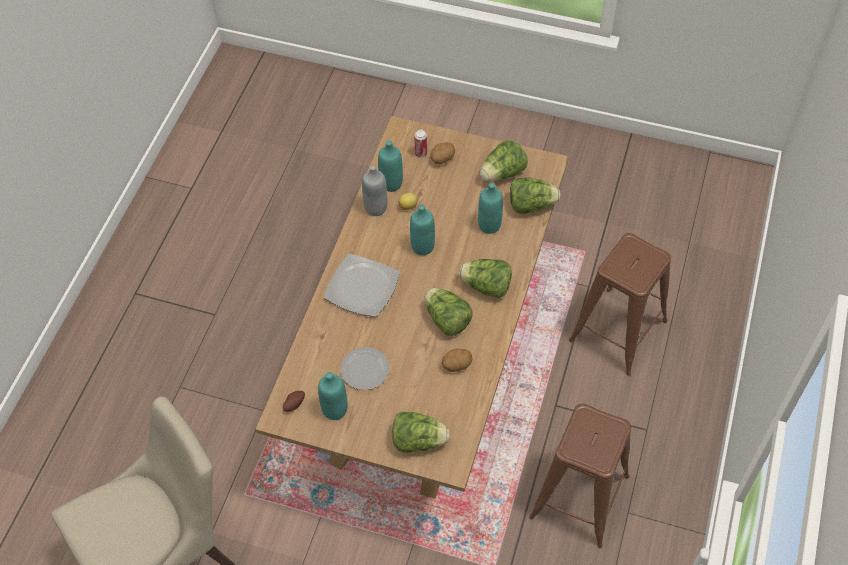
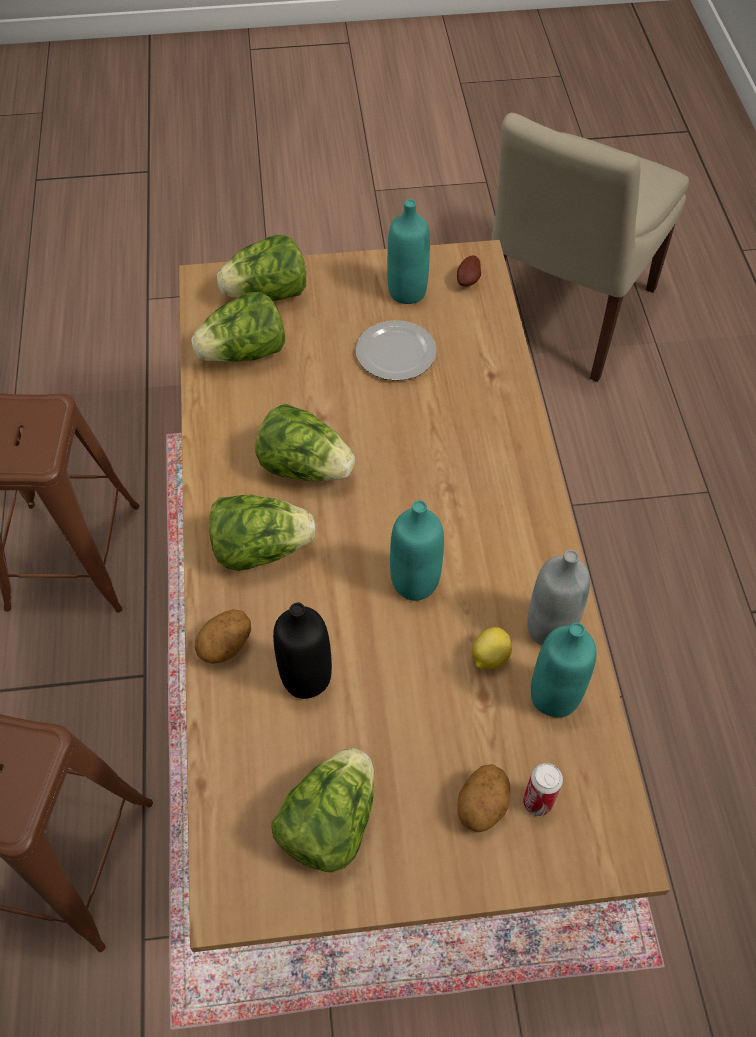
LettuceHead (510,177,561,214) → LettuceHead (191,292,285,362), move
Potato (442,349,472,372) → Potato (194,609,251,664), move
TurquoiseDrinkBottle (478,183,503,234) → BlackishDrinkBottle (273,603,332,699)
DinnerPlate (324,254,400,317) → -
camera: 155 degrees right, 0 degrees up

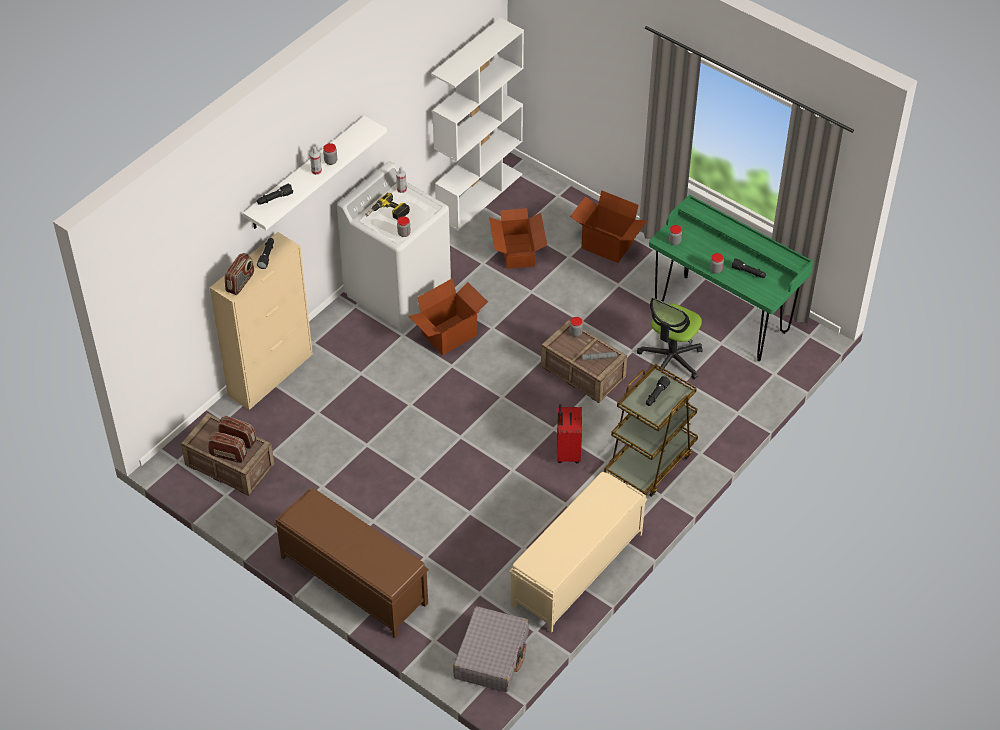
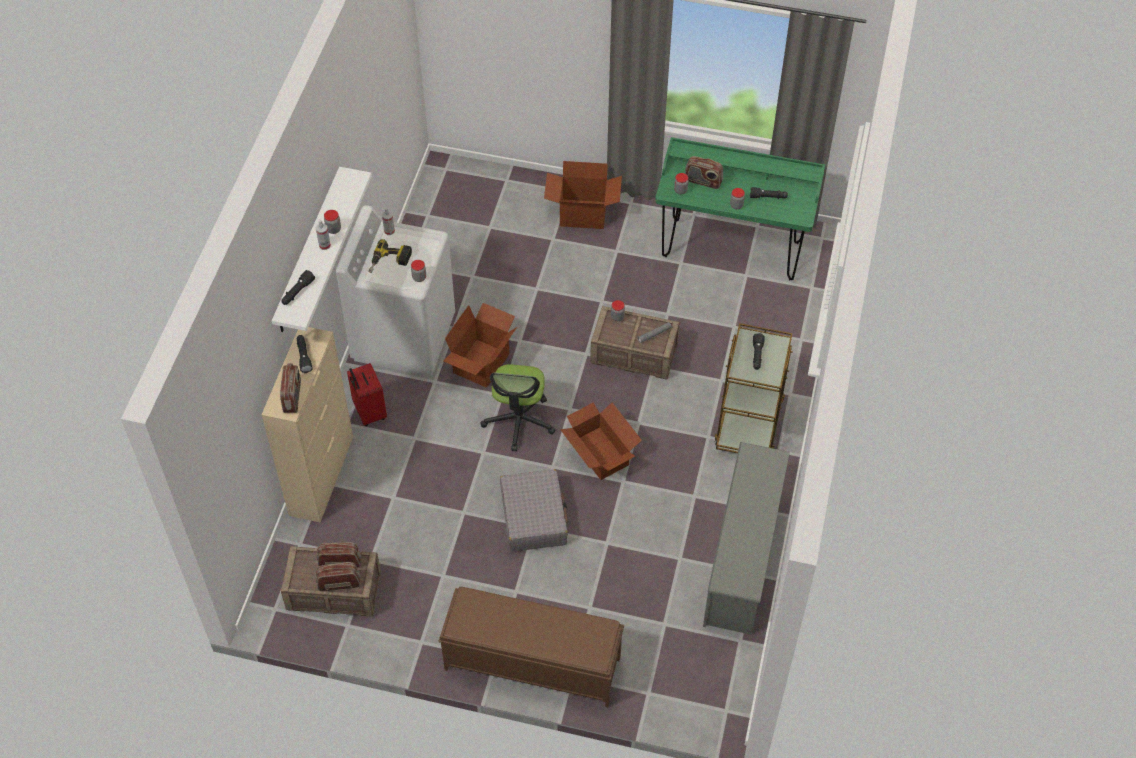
ReddishTravelCase (557,404,582,463) → ReddishTravelCase (347,363,387,426), move
ComputerChair (637,298,703,379) → ComputerChair (480,364,555,451), move
GreyTravelCase (453,606,529,692) → GreyTravelCase (500,469,568,552), move
CardboardBox (489,208,547,269) → CardboardBox (560,402,642,480), move
- → Radio (685,156,723,189)
BeigeLongSeat (509,472,647,633) → GreyShoeStand (703,442,790,635)
WhitishBookcase (431,18,524,231) → -
camera: 25 degrees left, 5 degrees up

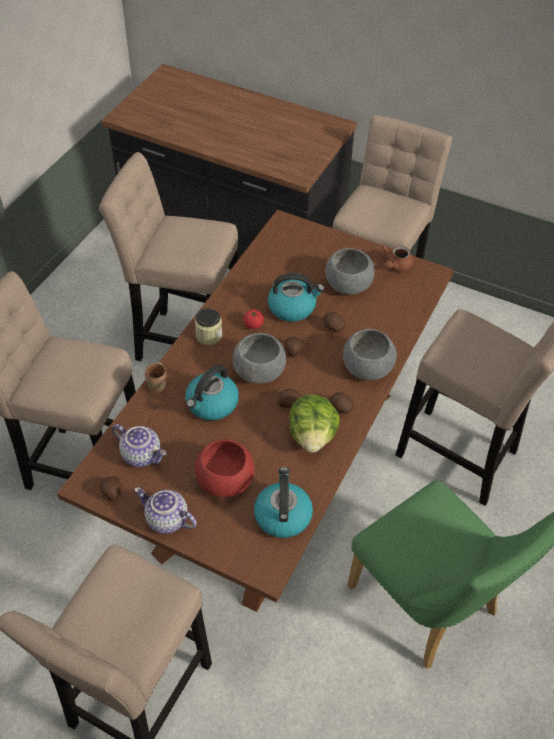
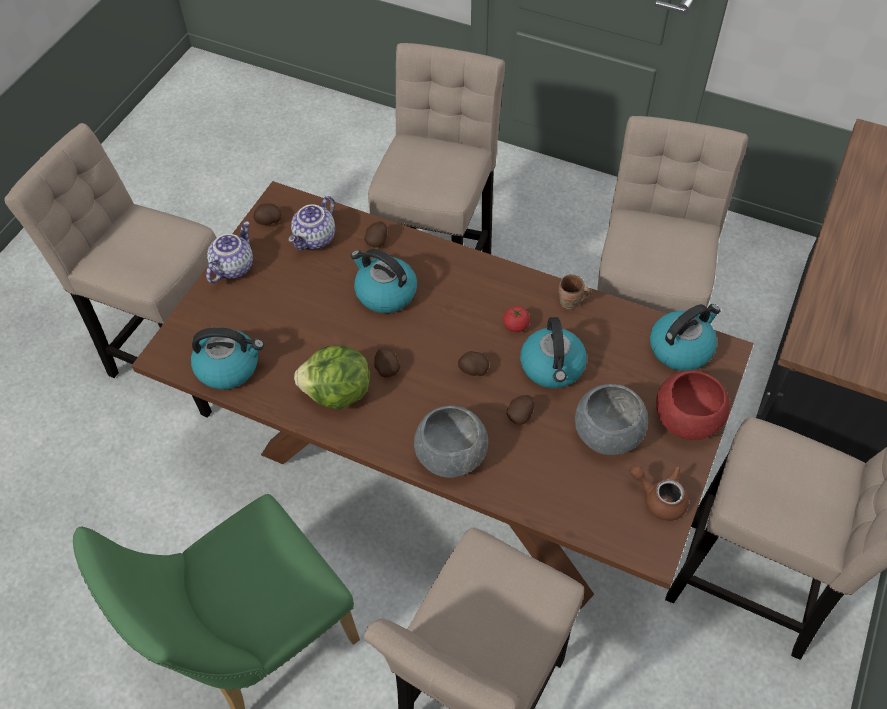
Potato (329,392,354,414) → Potato (364,221,387,248), move
BrownishMug (145,362,167,392) → BrownishMug (559,274,591,309), move
- → TeaKettle (650,304,721,371)
ReddishServingBowl (195,439,255,497) → ReddishServingBowl (656,370,730,440), move
PreserveJar (195,308,222,345) → -
GreyServingBowl (232,333,286,384) → -
camera: 90 degrees right, 5 degrees up

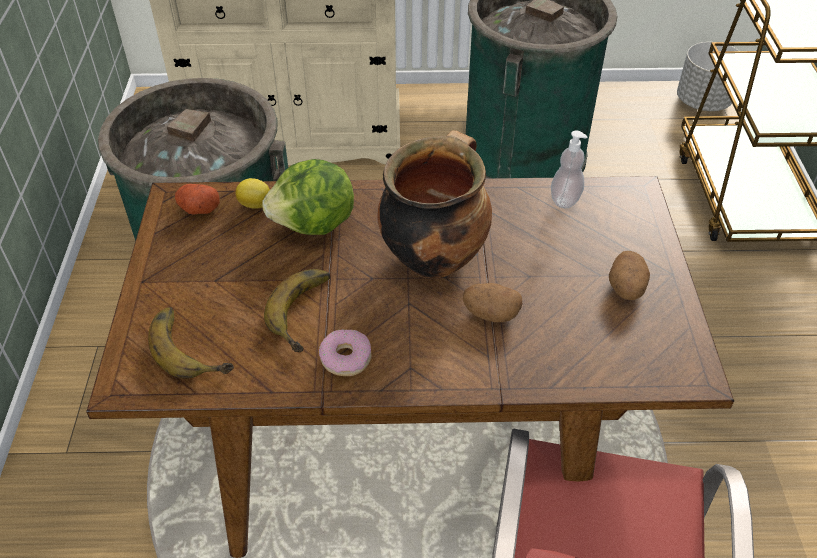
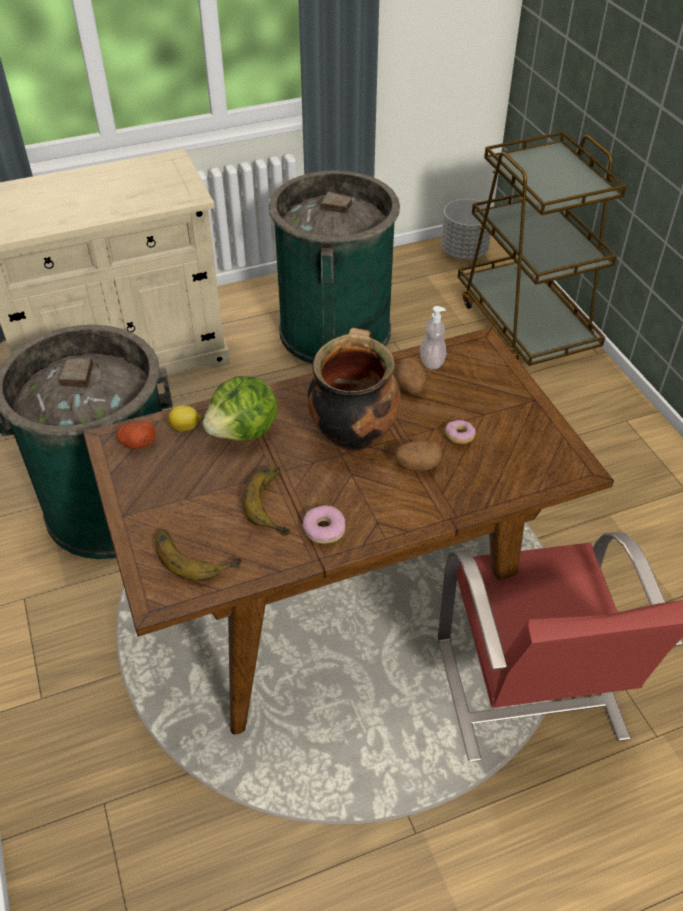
Potato (609,251,650,300) → Potato (396,358,426,394), move
- → RingDoughnut (445,420,476,444)
camera: 20 degrees left, 0 degrees up

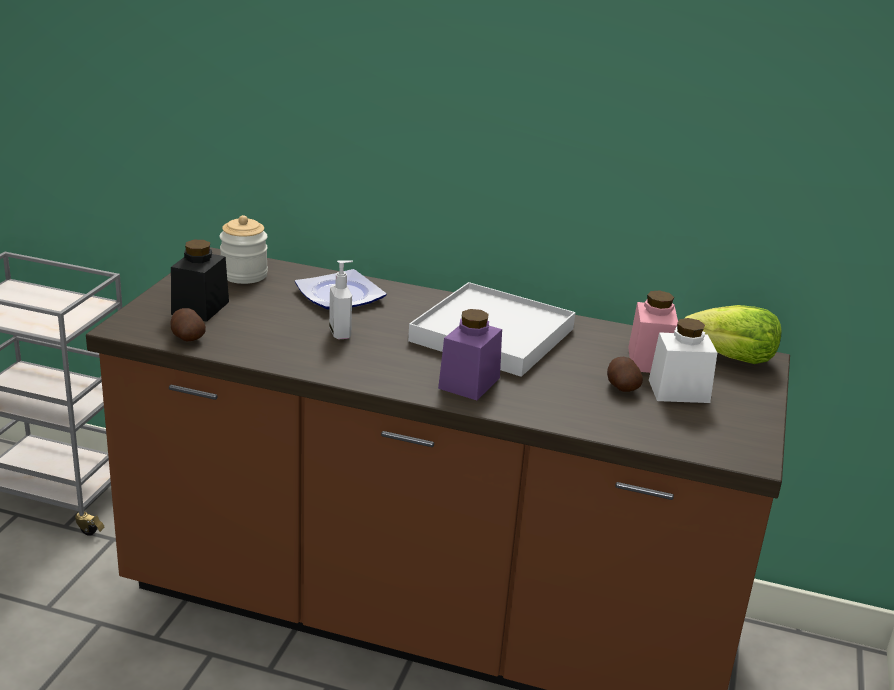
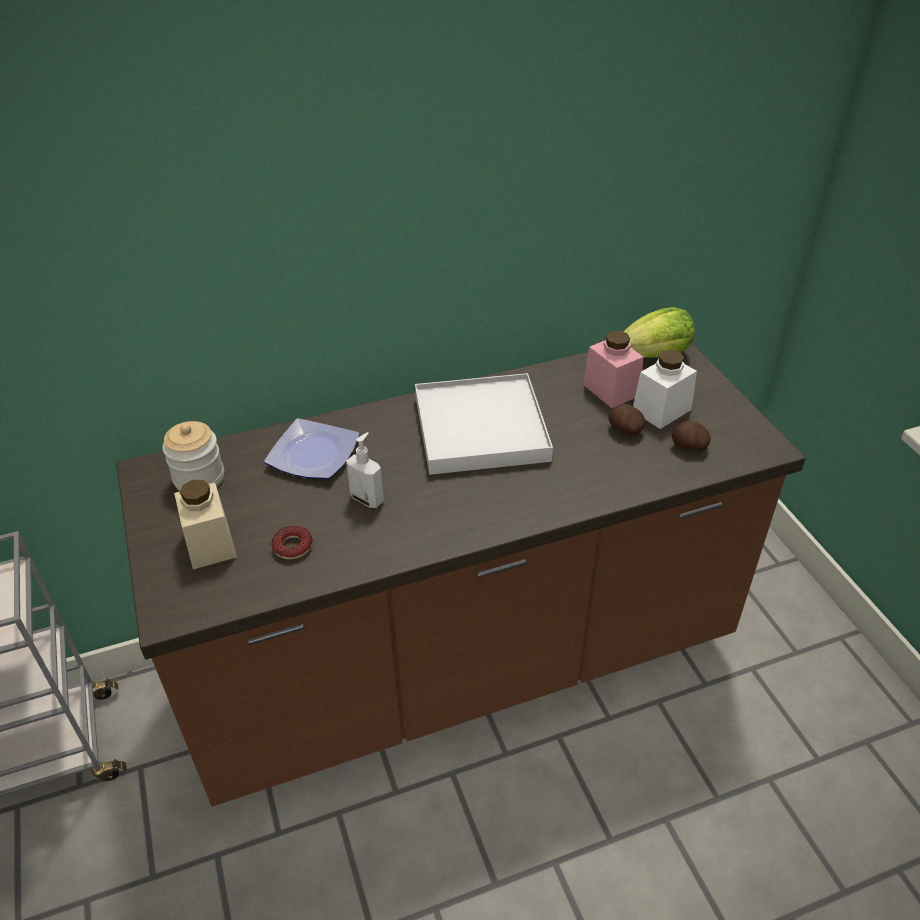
BlackishPreserveJar (171,240,229,322) → BeigePreserveJar (174,480,237,569)
- → RingDoughnut (271,525,312,559)
Potato (170,308,206,342) → Potato (672,420,711,451), move
PurplishPreserveJar (438,309,502,400) → -
camera: 35 degrees left, 15 degrees up

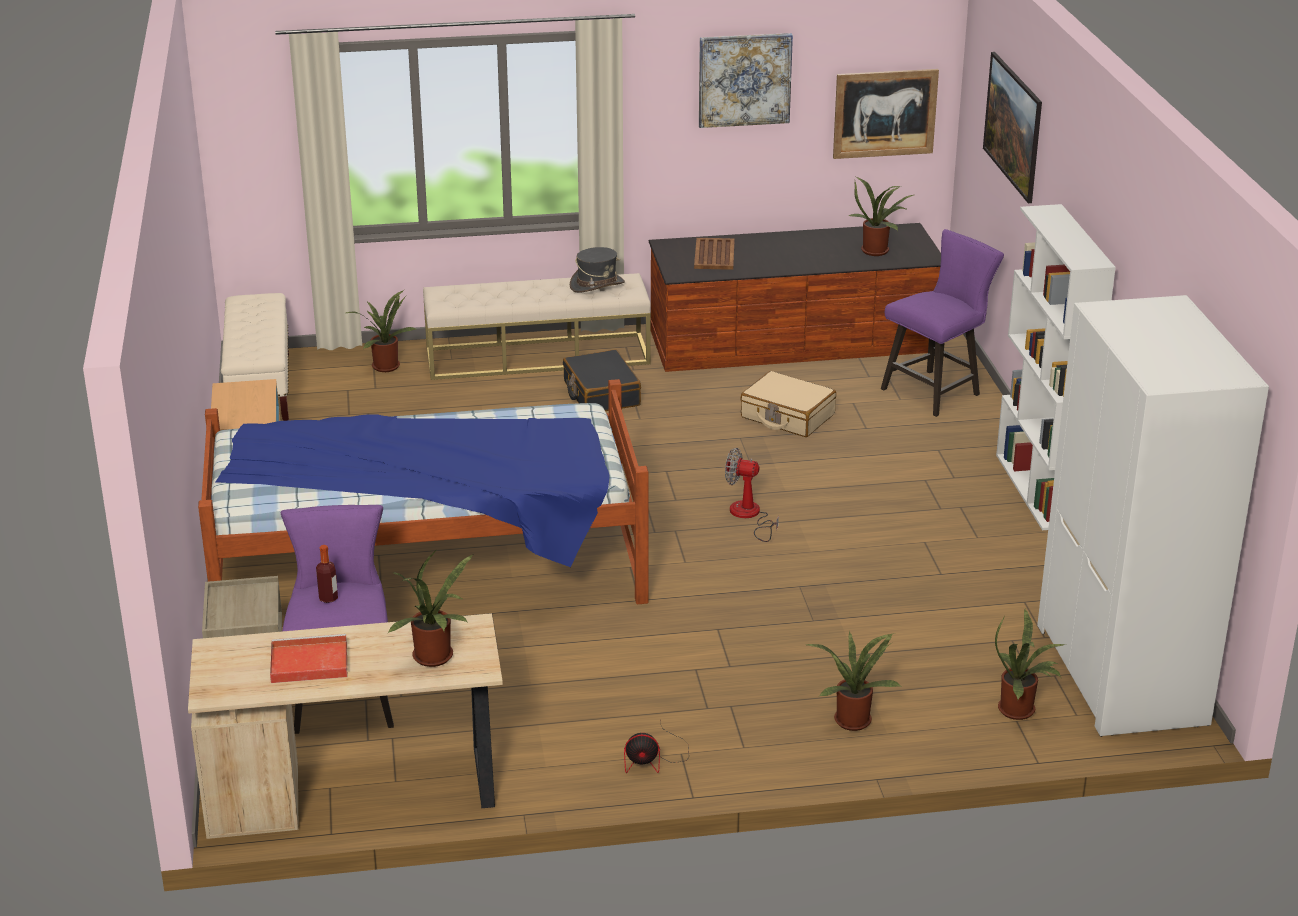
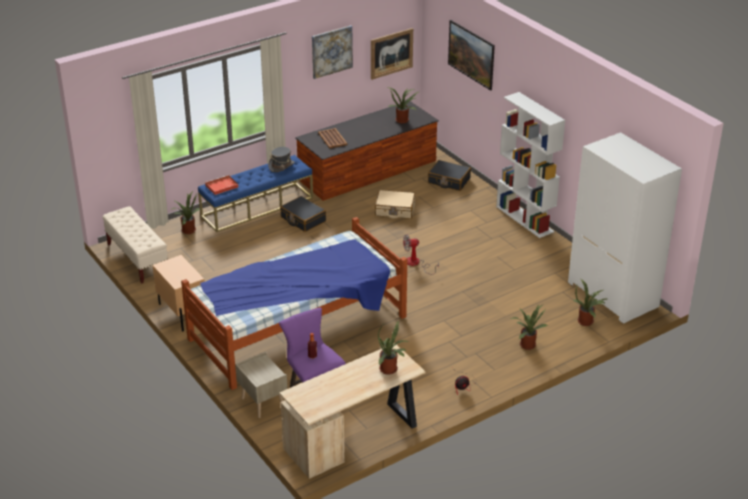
BeigeLongSeat (423,273,651,380) → BlueLongSeat (198,155,313,232)
ReddishTray (270,634,347,683) → ReddishTray (205,175,239,195), move
PurplishStoolSeat (881,229,1004,417) → BlackishTravelCase (428,160,471,191)
camera: 25 degrees left, 5 degrees up

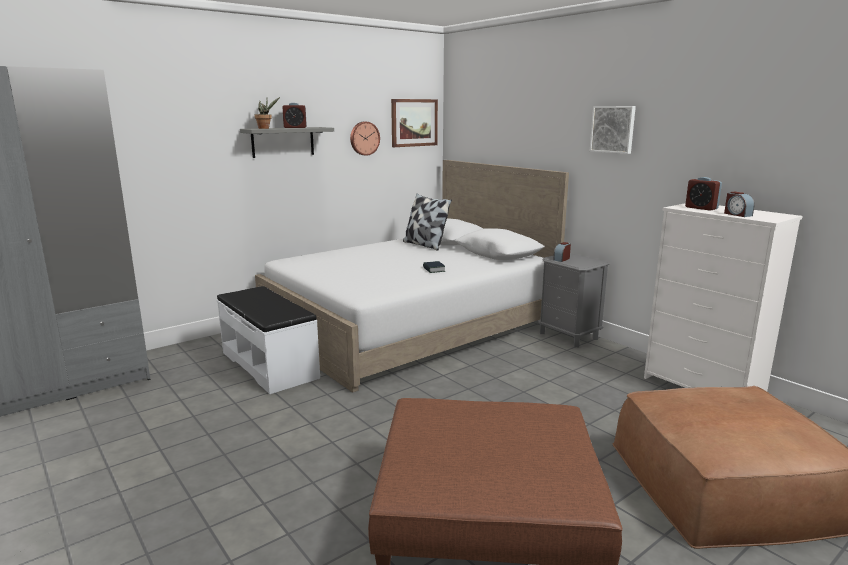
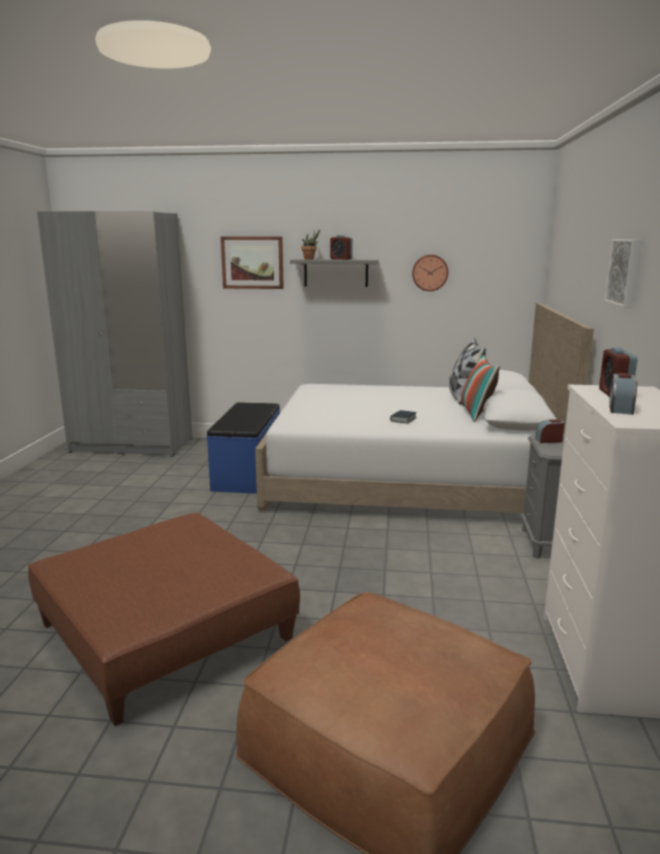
WhitishLongSeat (217,286,320,394) → BlueLongSeat (206,402,280,494)
WallPicture (391,99,438,147) → WallPicture (221,237,284,289), move
- → Pillow (461,355,500,422)
camera: 45 degrees right, 0 degrees up

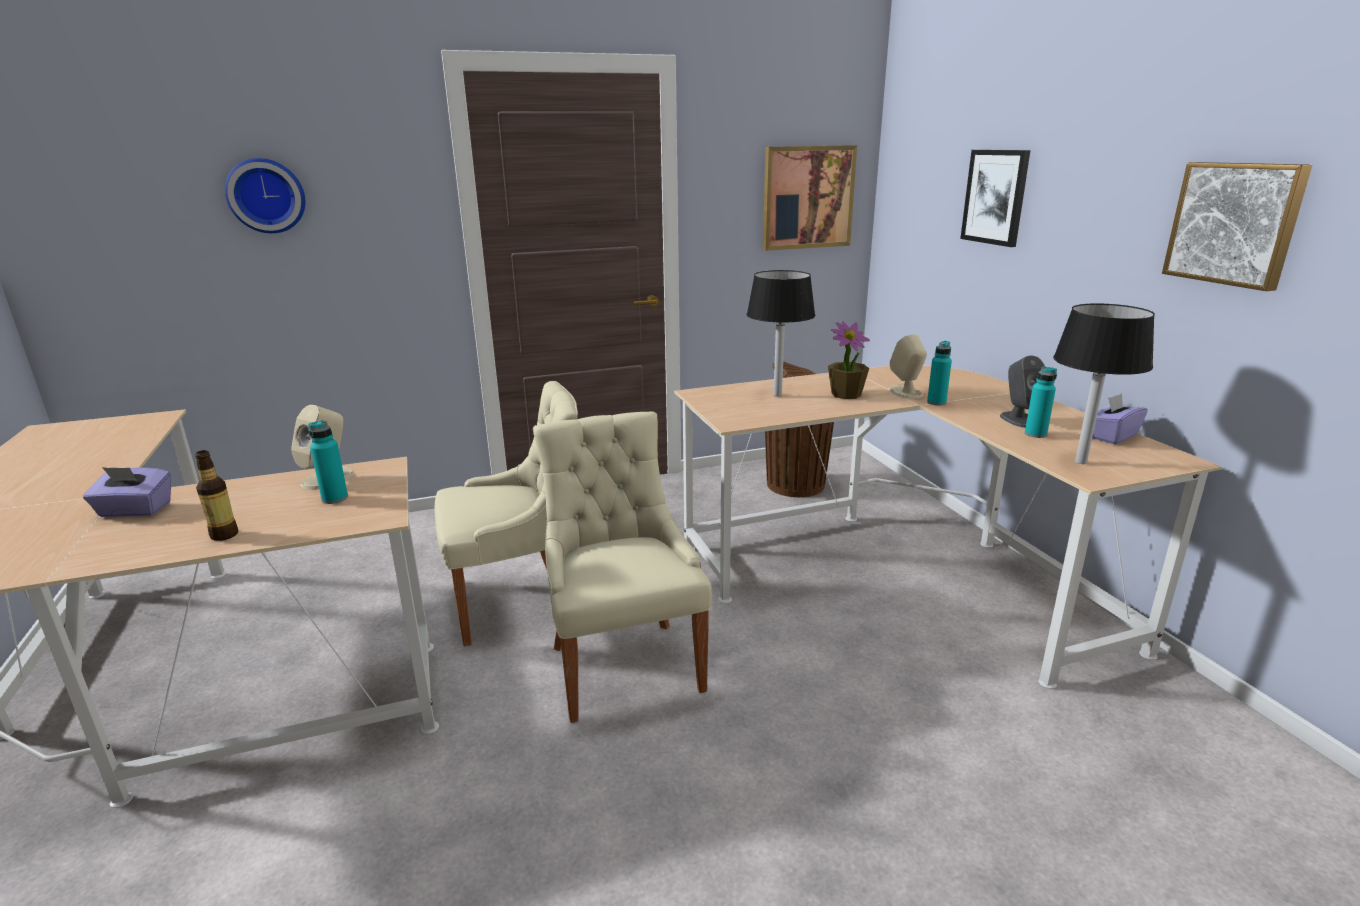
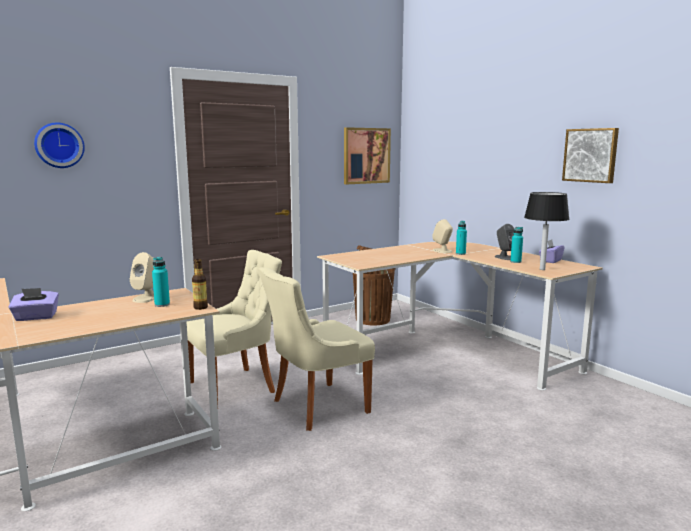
DrinkBottle (195,450,238,541) → DrinkBottle (192,259,208,310), move
BeigePlainChair (533,412,712,723) → BeigePlainChair (259,267,375,431), 90 degrees counterclockwise
BlackishTabletopLamp (747,270,815,397) → -
Houseplant (828,322,870,399) → -
WallPicture (960,150,1031,247) → -
camera: 15 degrees left, 10 degrees down

